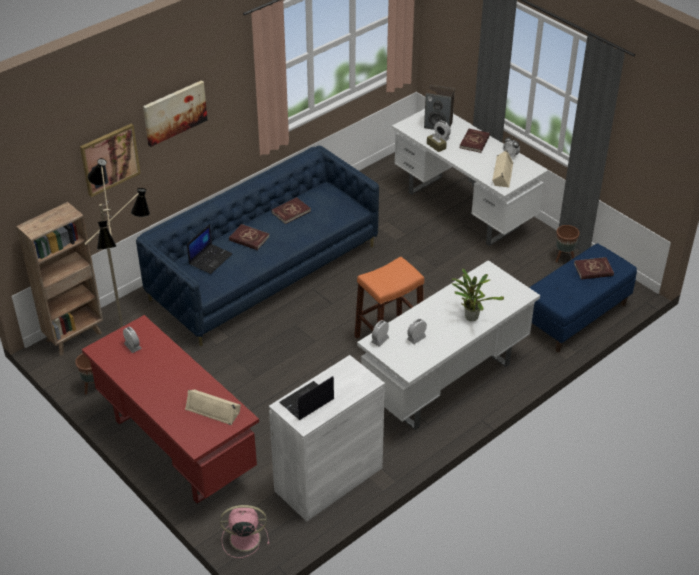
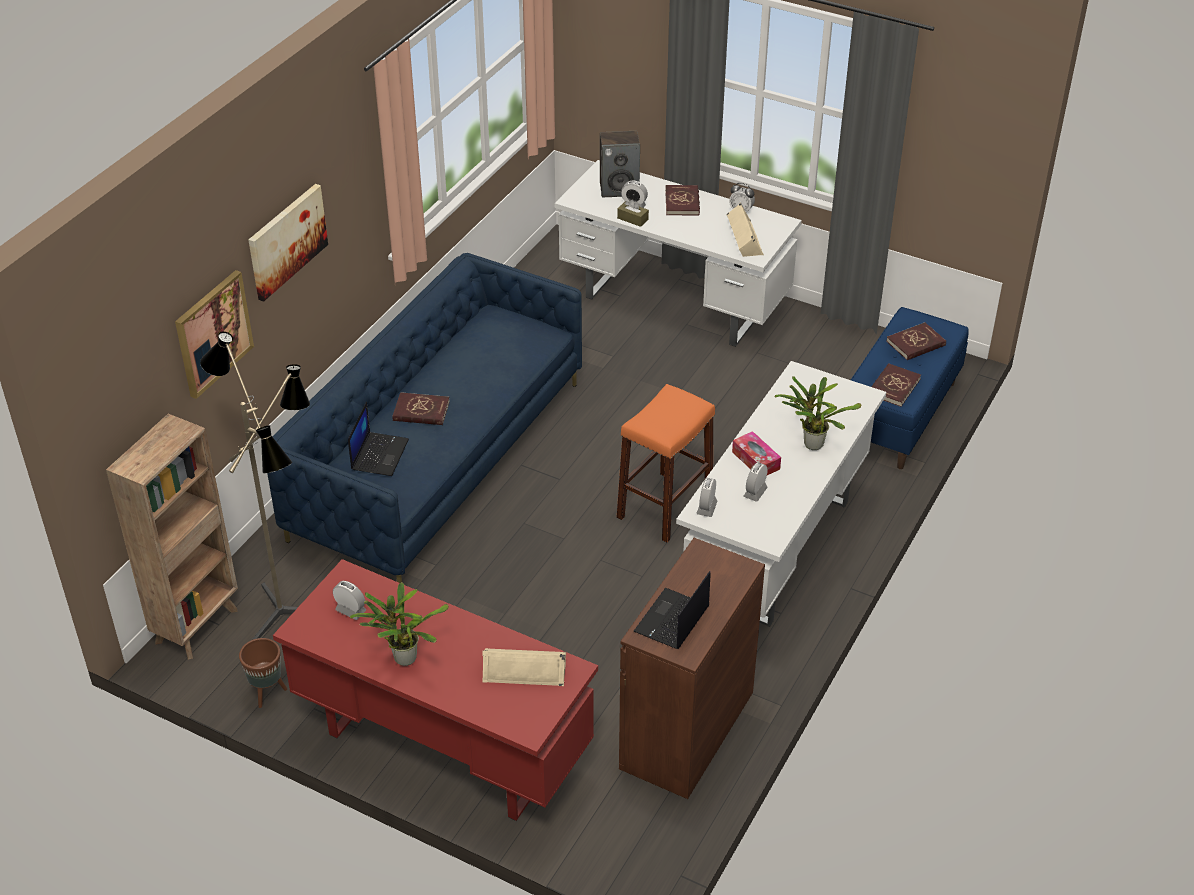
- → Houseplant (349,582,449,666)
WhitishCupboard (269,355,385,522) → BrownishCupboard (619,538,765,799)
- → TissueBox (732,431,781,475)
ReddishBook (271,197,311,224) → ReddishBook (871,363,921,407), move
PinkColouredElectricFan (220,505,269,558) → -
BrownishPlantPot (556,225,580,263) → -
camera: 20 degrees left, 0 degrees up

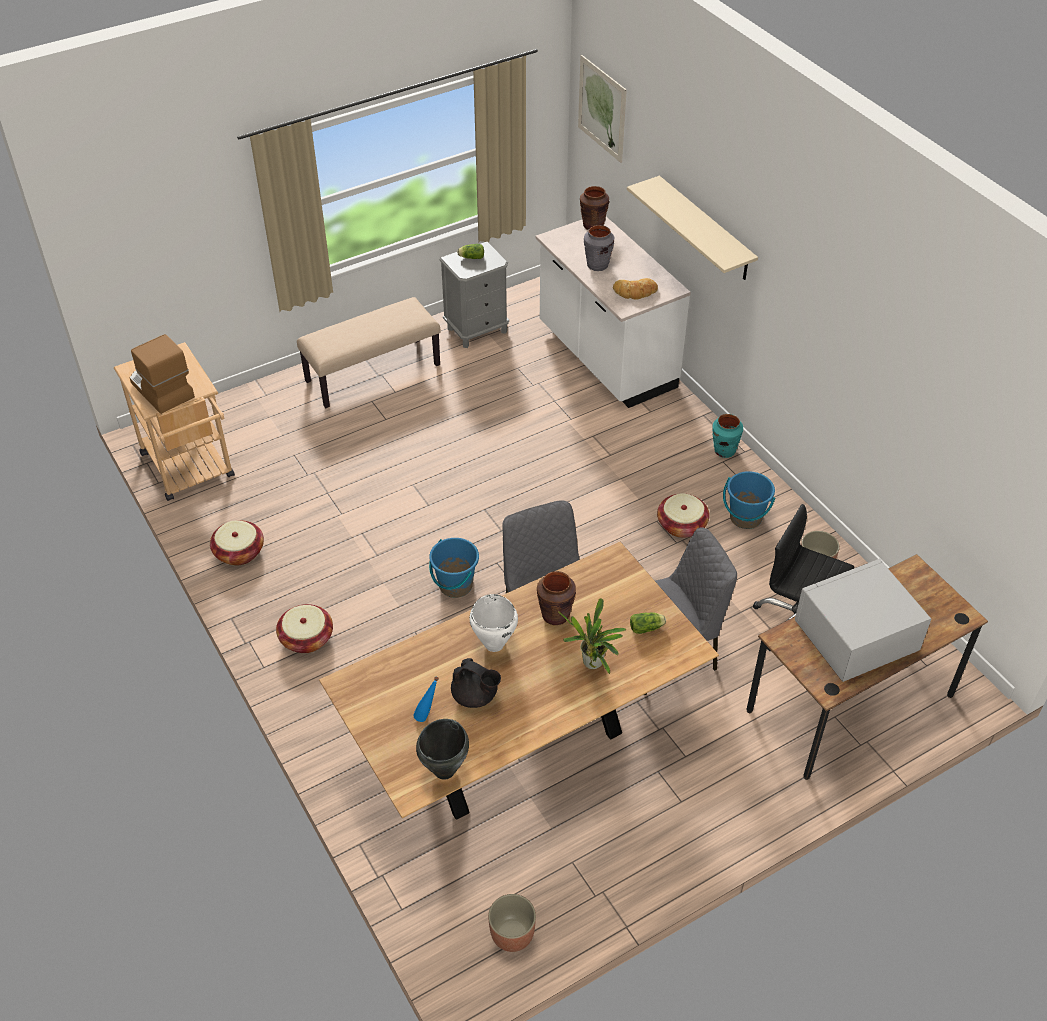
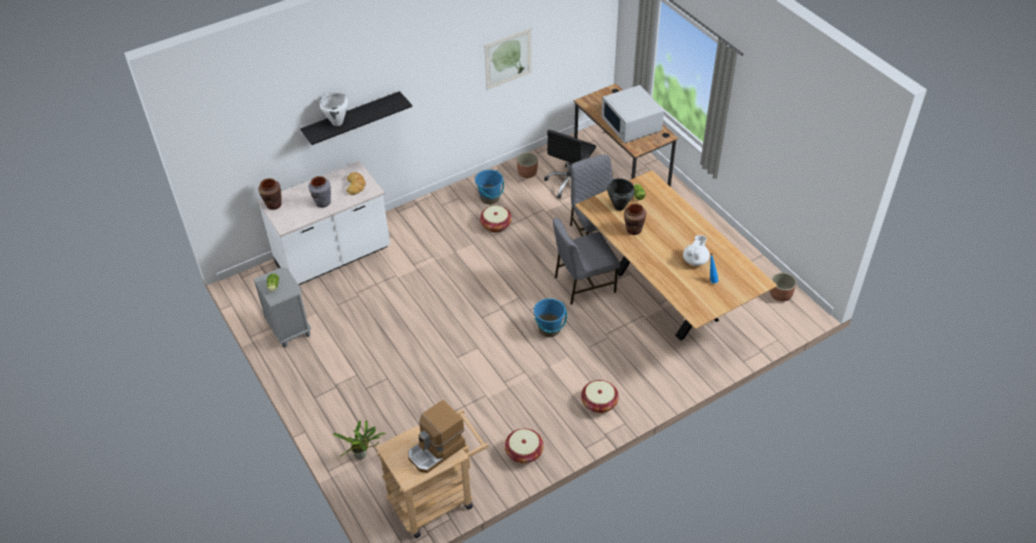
BeigeBracketShelf (627,176,758,280) → BlackishBracketShelf (300,91,412,145)
WhitishSaucepot (469,594,518,652) → WhitishSaucepot (320,93,348,126), move
Houseplant (558,598,626,674) → Houseplant (333,420,386,460), move
WallPicture (578,55,627,163) → WallPicture (485,28,532,90), move
BlackishSaucepot (416,719,469,780) → BlackishSaucepot (607,178,635,211), move
BlackishTeapot (451,658,501,708) → WhitishTeapot (683,235,710,266)
BeigeLongSeat (297,297,441,408) → -
TurquoiseDecorativeVase (712,414,743,458) → -
camera: 90 degrees left, 0 degrees up

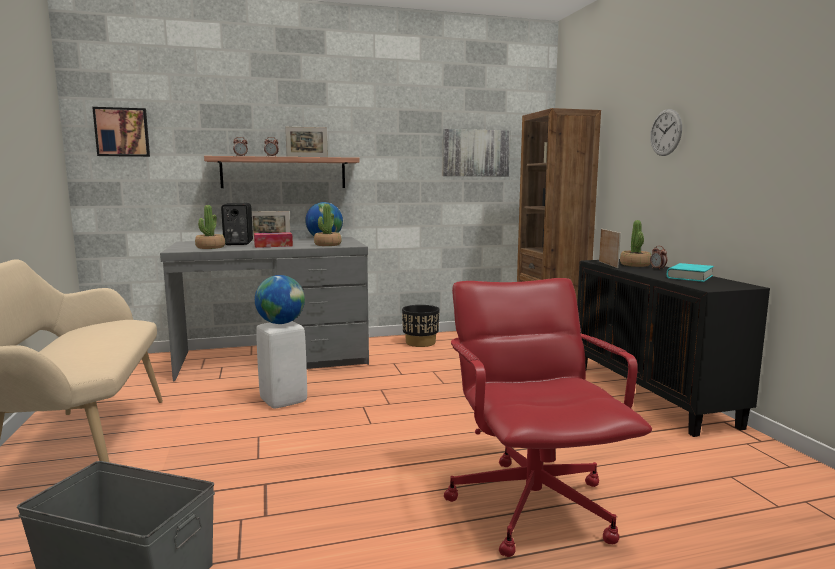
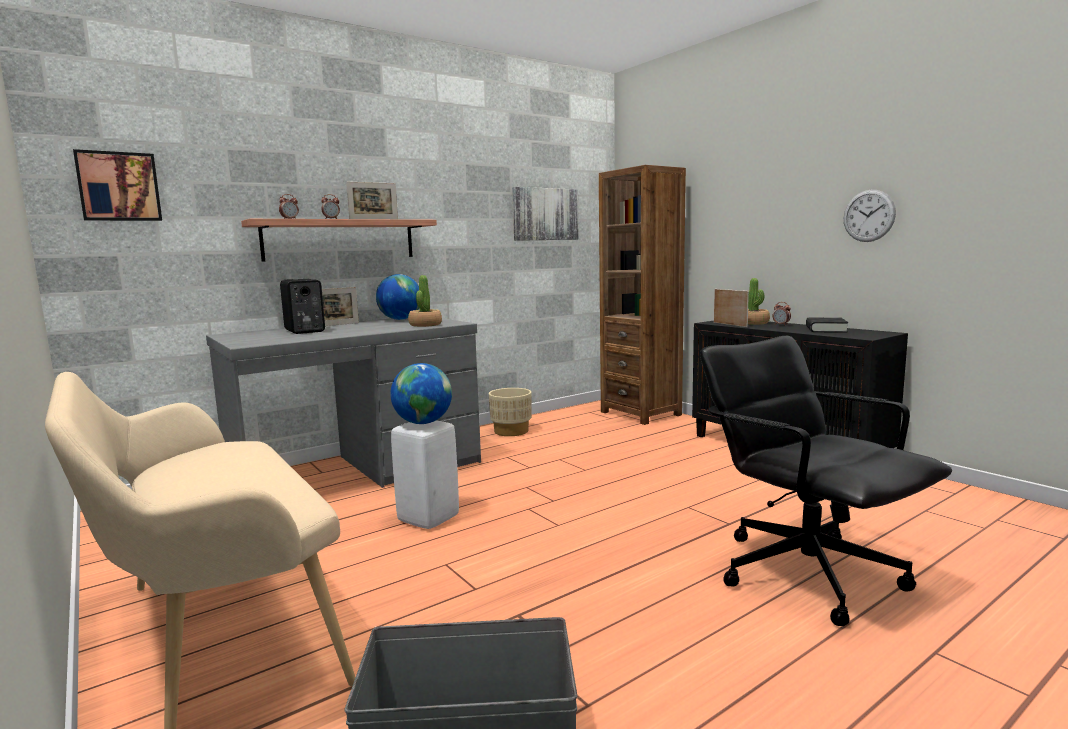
BlackishPlantPot (402,305,439,347) → BeigePlantPot (489,388,532,436)
ReddishComputerChair (444,278,652,557) → BlackishComputerChair (700,336,952,626)
TurquoiseBook (667,263,714,282) → BlackishBook (806,317,848,333)
HangingClock (650,109,682,156) → HangingClock (844,190,896,242), move
Houseplant (195,205,225,249) → -
TissueBox (254,232,293,248) → -
camera: 20 degrees left, 0 degrees up

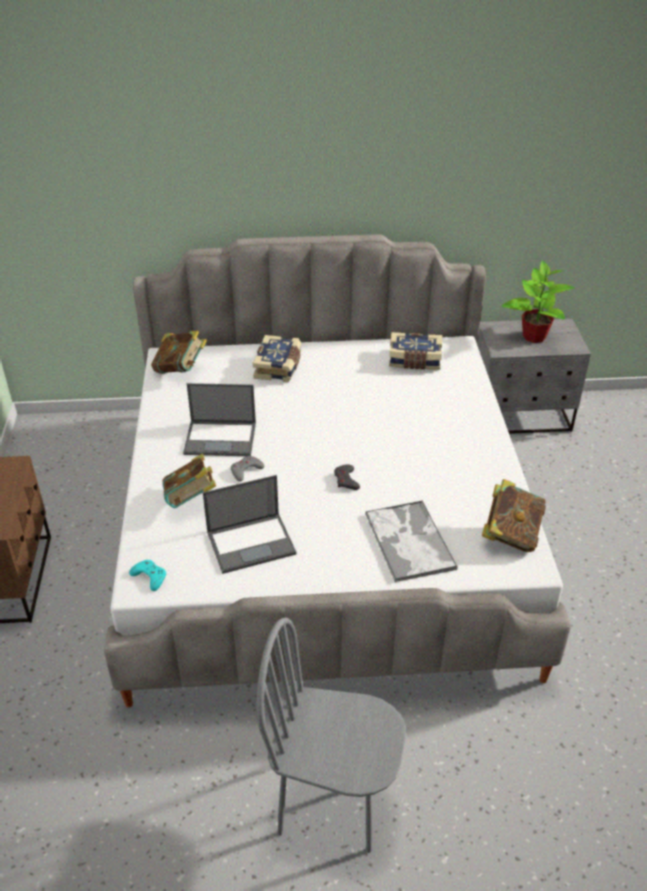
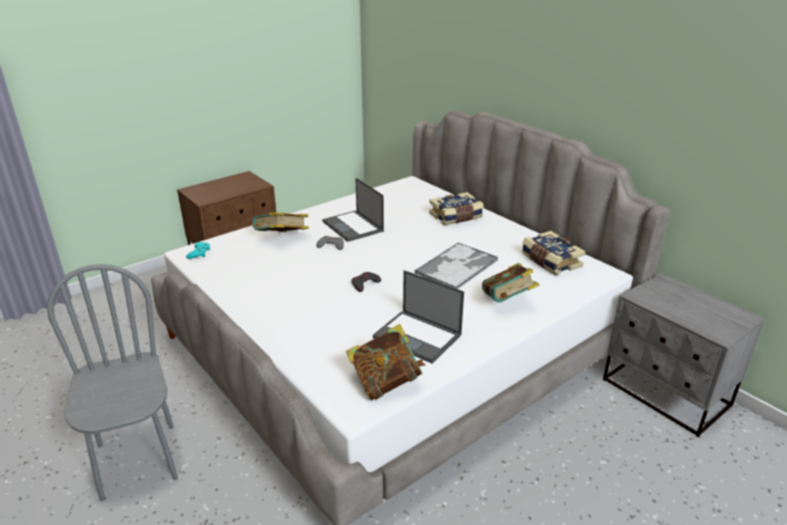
PortableComputer (203,475,296,574) → PortableComputer (373,270,464,364), move
Tray (365,501,458,583) → Tray (414,242,498,289), move
Book (151,331,207,374) → Book (482,263,539,302), move
Houseplant (502,261,575,343) → -
camera: 55 degrees right, 10 degrees down

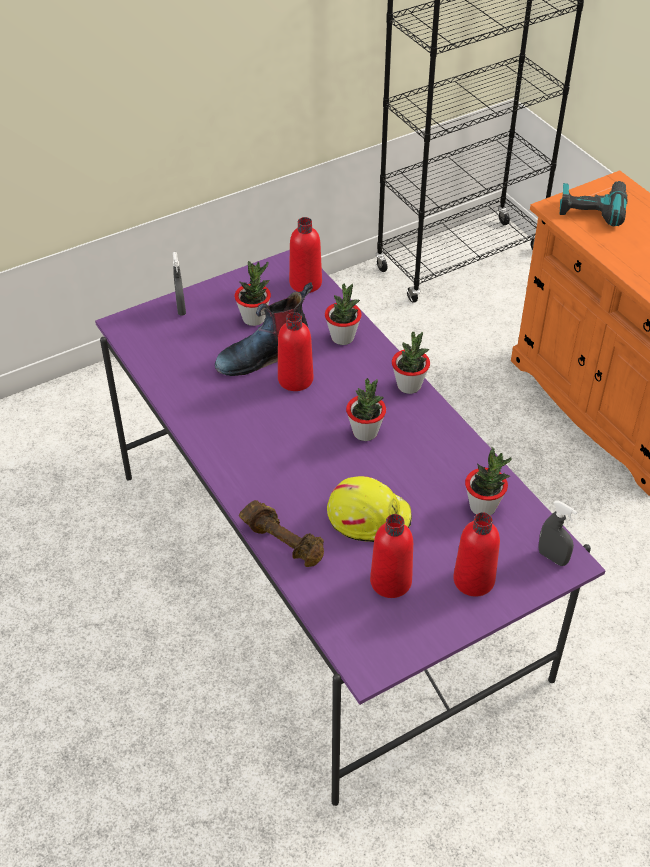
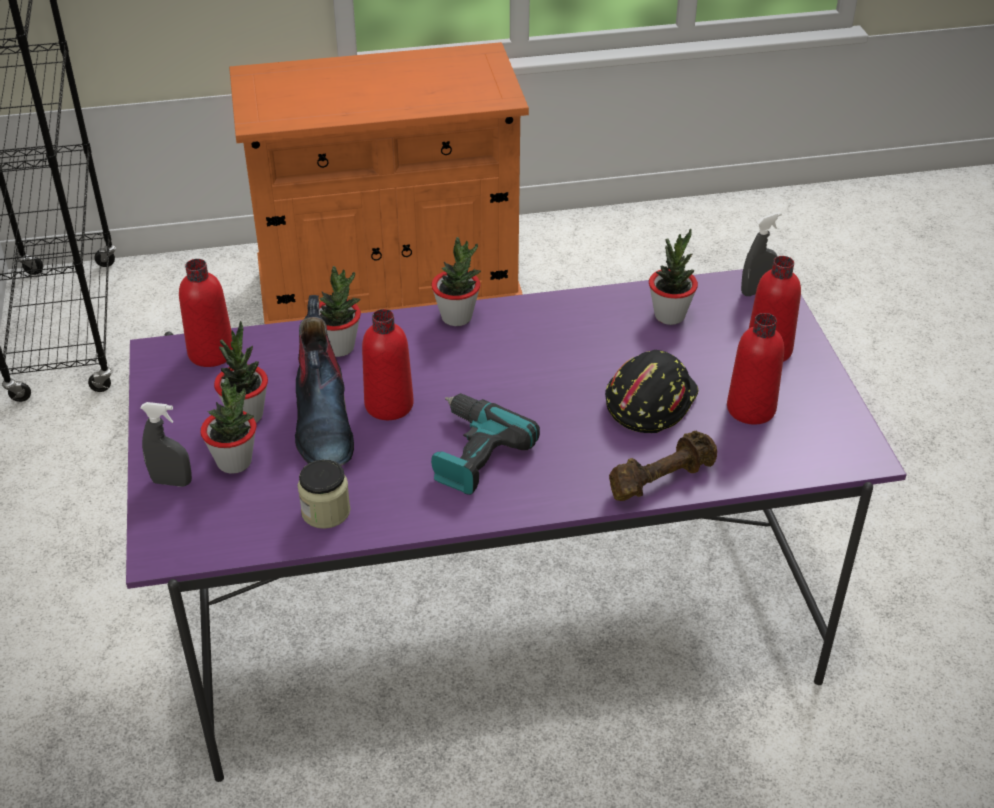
Houseplant (346,378,386,441) → Houseplant (200,377,256,474), move
- → PreserveJar (298,459,351,529)
Drill (560,181,627,227) → Drill (431,393,540,495), move
YellowColouredHardHat (327,476,412,542) → BlackishHardHat (605,350,698,433)
camera: 70 degrees left, 5 degrees down

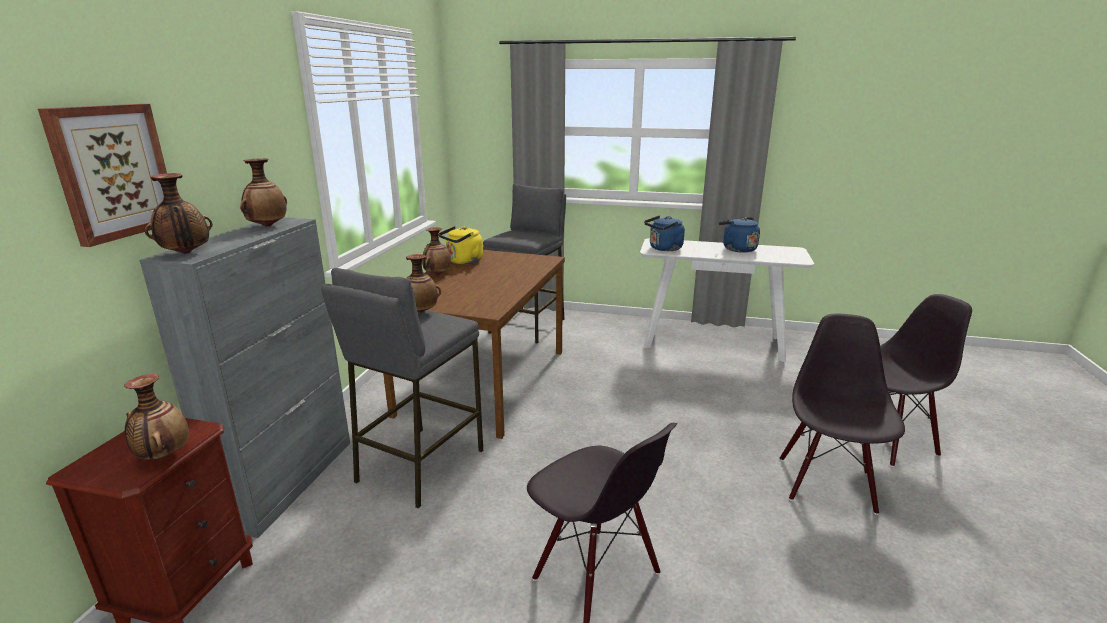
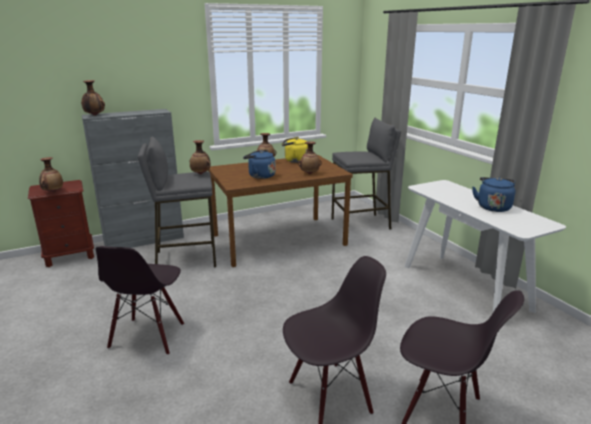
BlueTeaKettle (644,215,685,251) → BlueTeaKettle (243,150,276,179), move
DecorativeVase (240,159,287,227) → DecorativeVase (298,141,322,174), move
WallPicture (38,104,167,247) → -
camera: 50 degrees right, 0 degrees up

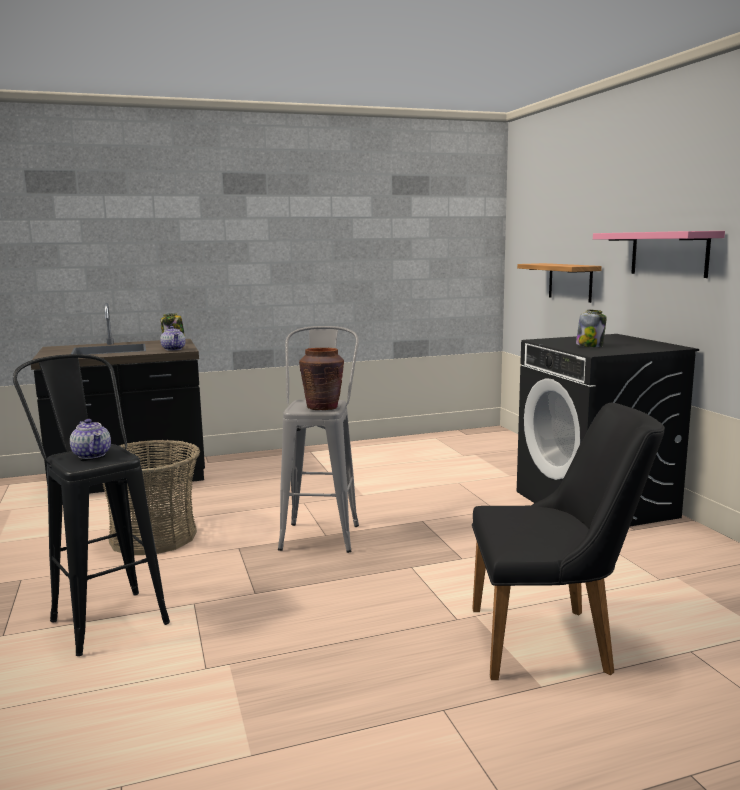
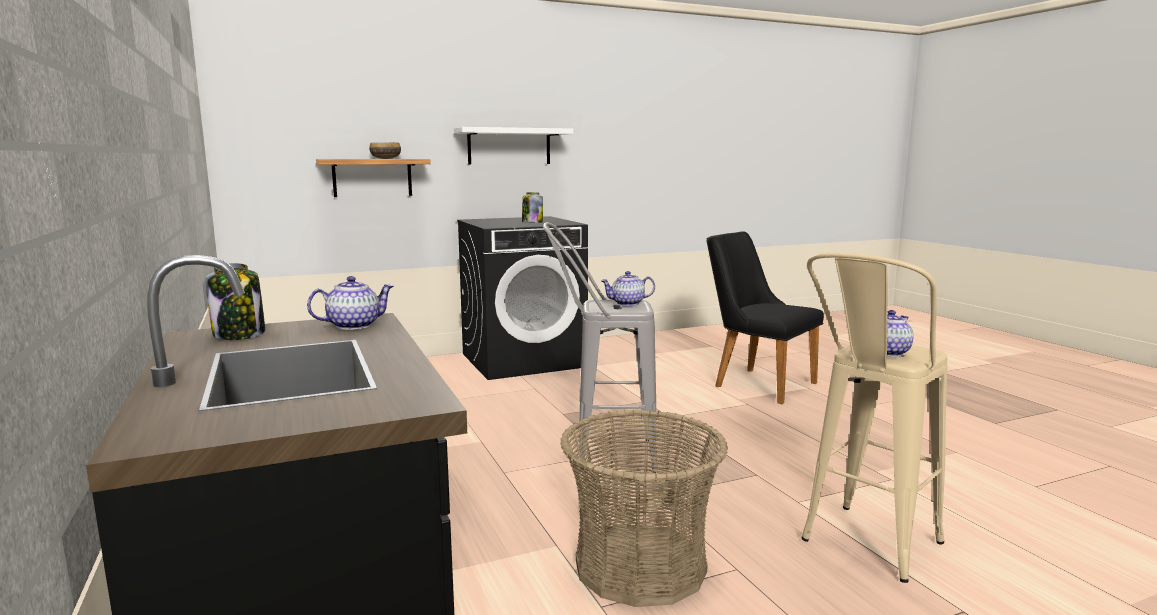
- → ServingBowl (369,143,401,159)
PinkColouredBracketShelf (593,231,725,278) → WhitishBracketShelf (454,127,573,164)
BrownishDecorativeVase (299,348,344,410) → Teapot (601,271,655,306)
BlackishPlainChair (472,403,665,680) → BlackishPlainChair (707,231,824,404), 45 degrees counterclockwise
BlackishStoolSeat (13,354,170,656) → BeigeStoolSeat (801,252,948,583)
camera: 95 degrees left, 0 degrees up

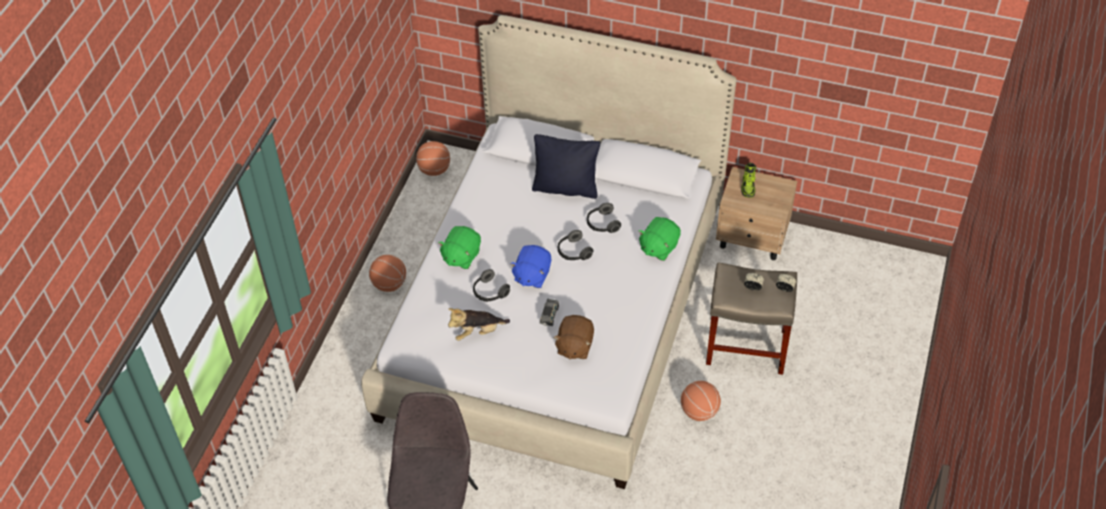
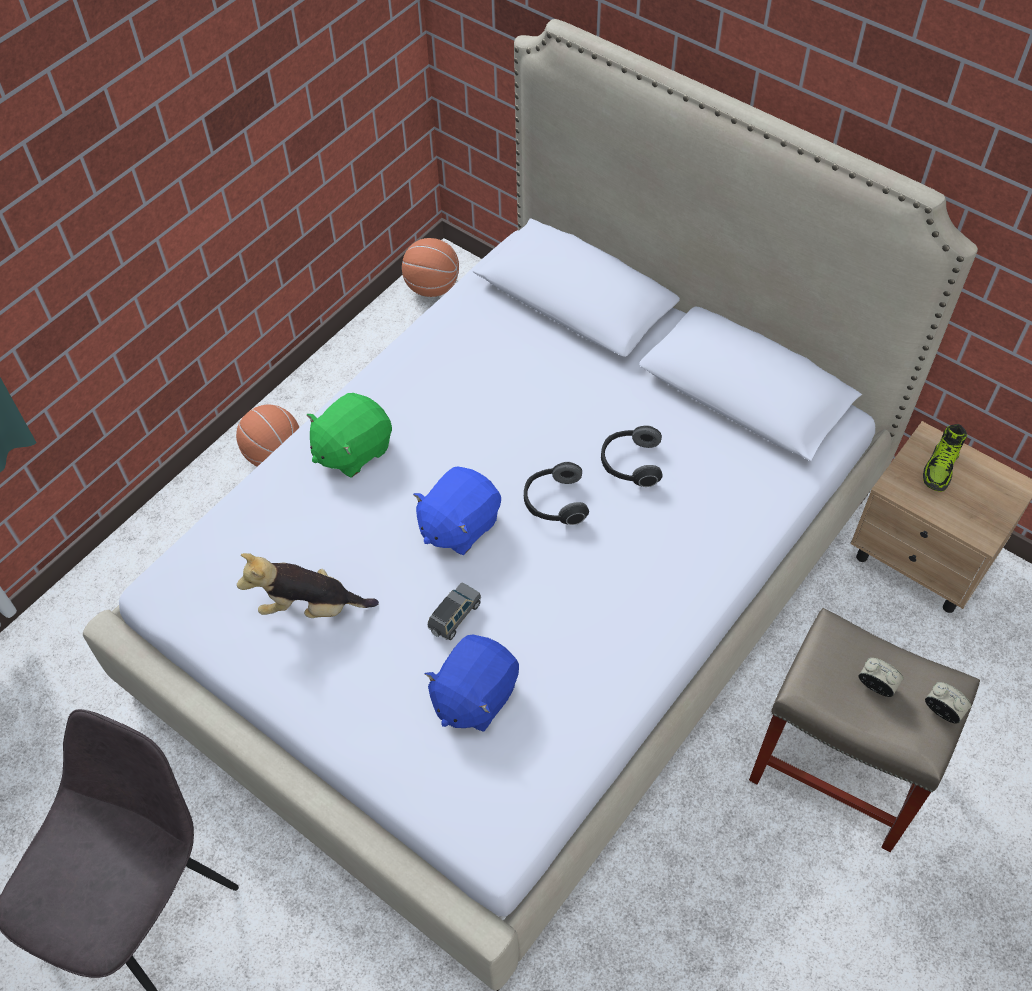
BrownishPlushToy (553,315,594,359) → BluePlushToy (424,635,519,732)
Headset (473,269,510,302) → -
BlackishPillow (532,134,600,199) → -
GreenPlushToy (638,217,681,261) → -
BallForBasketball (681,381,721,421) → -
camera: 20 degrees right, 5 degrees up

